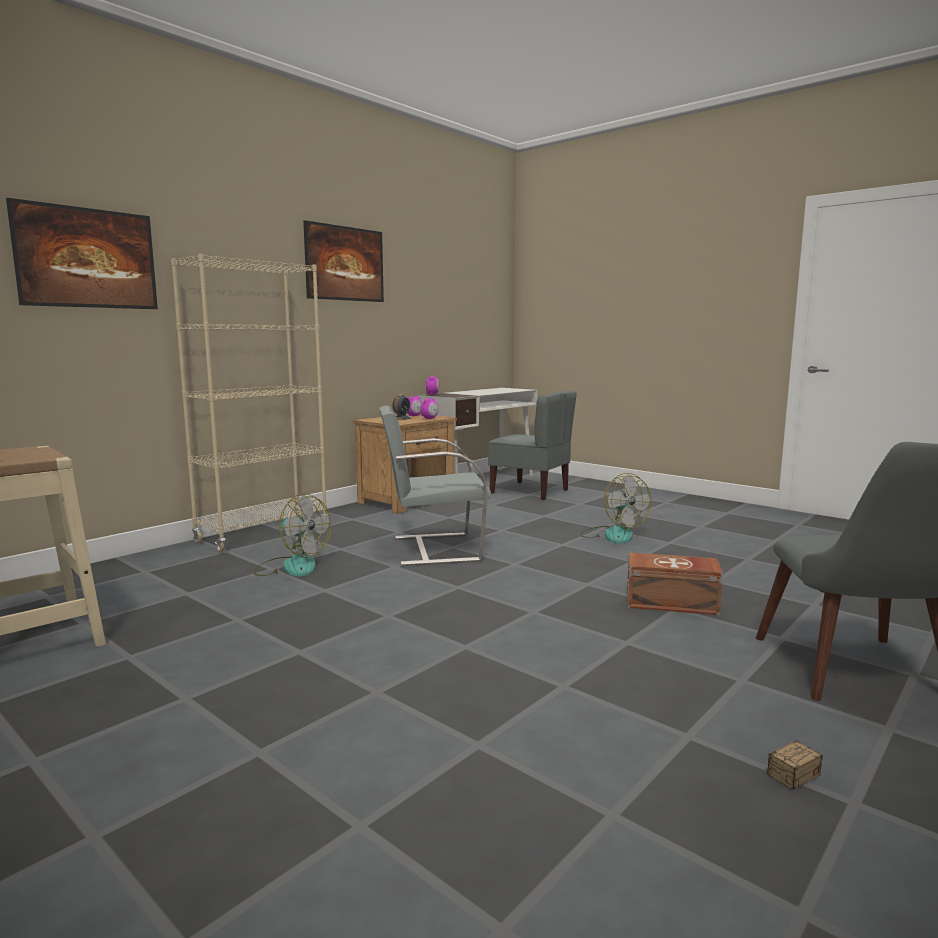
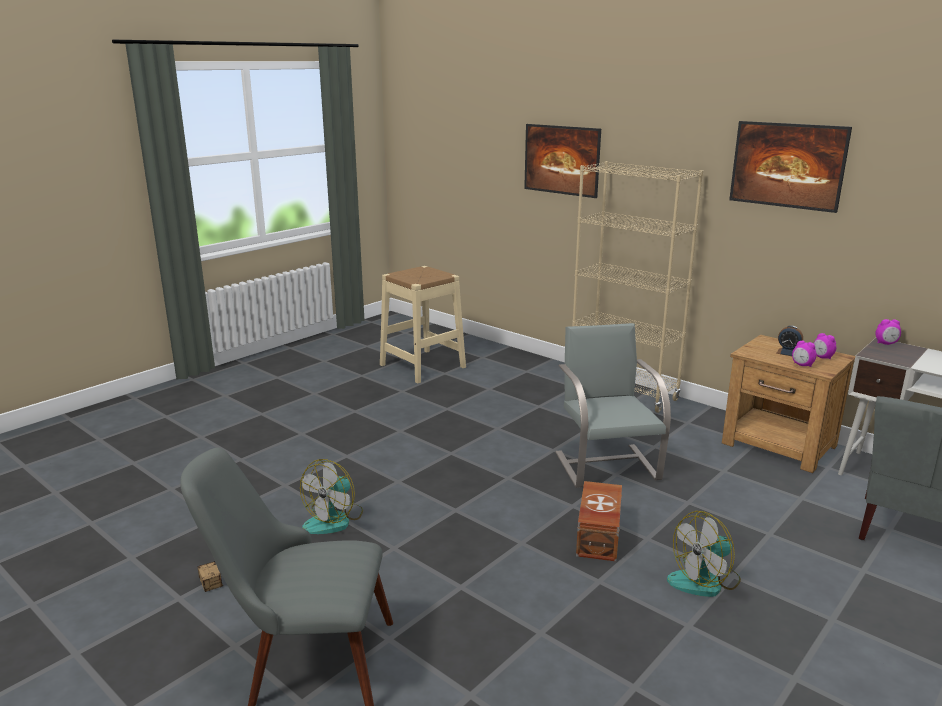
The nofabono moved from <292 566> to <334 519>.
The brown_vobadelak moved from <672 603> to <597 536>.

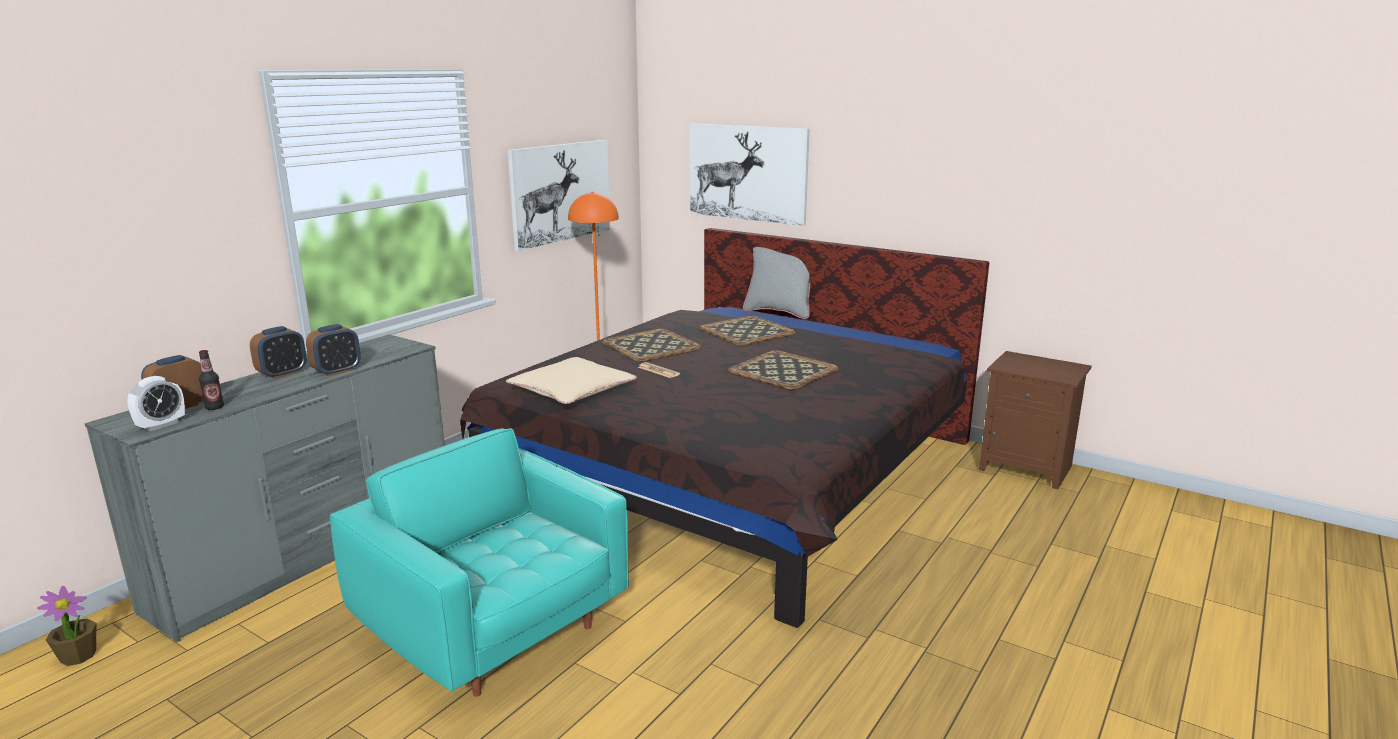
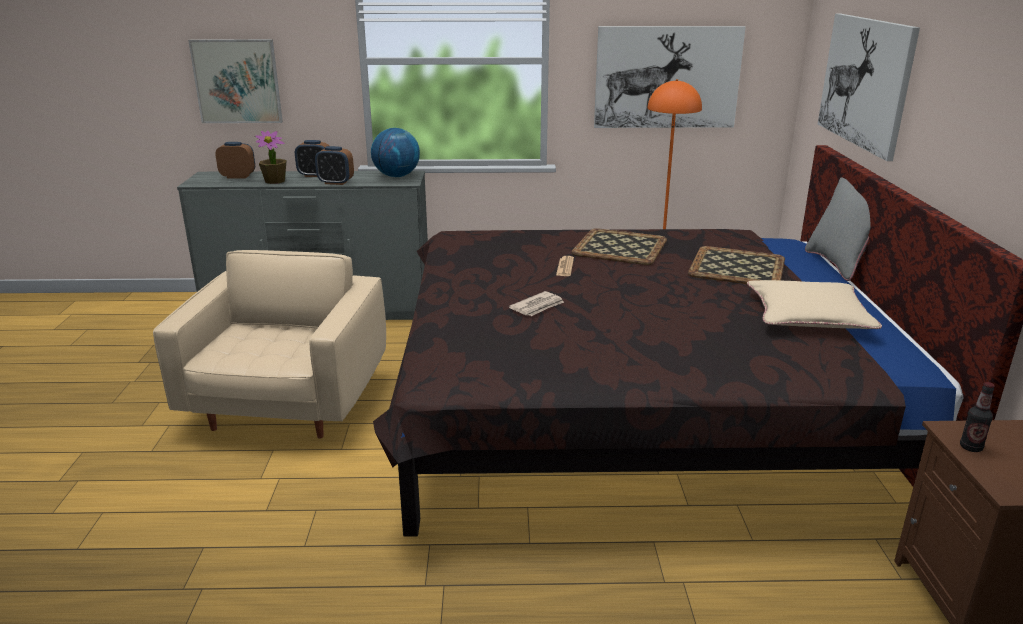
The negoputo moved from <214 407> to <970 447>.
The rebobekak at <782 370> disappeared.
The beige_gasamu moved from <572 390> to <808 315>.
The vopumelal at <161 425> disappeared.
The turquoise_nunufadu at <495 629> became the beige_nunufadu at <288 404>.
The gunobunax moved from <78 656> to <275 181>.
The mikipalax at <237 81> appeared.
The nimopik at <396 176> appeared.
The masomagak at <538 306> appeared.

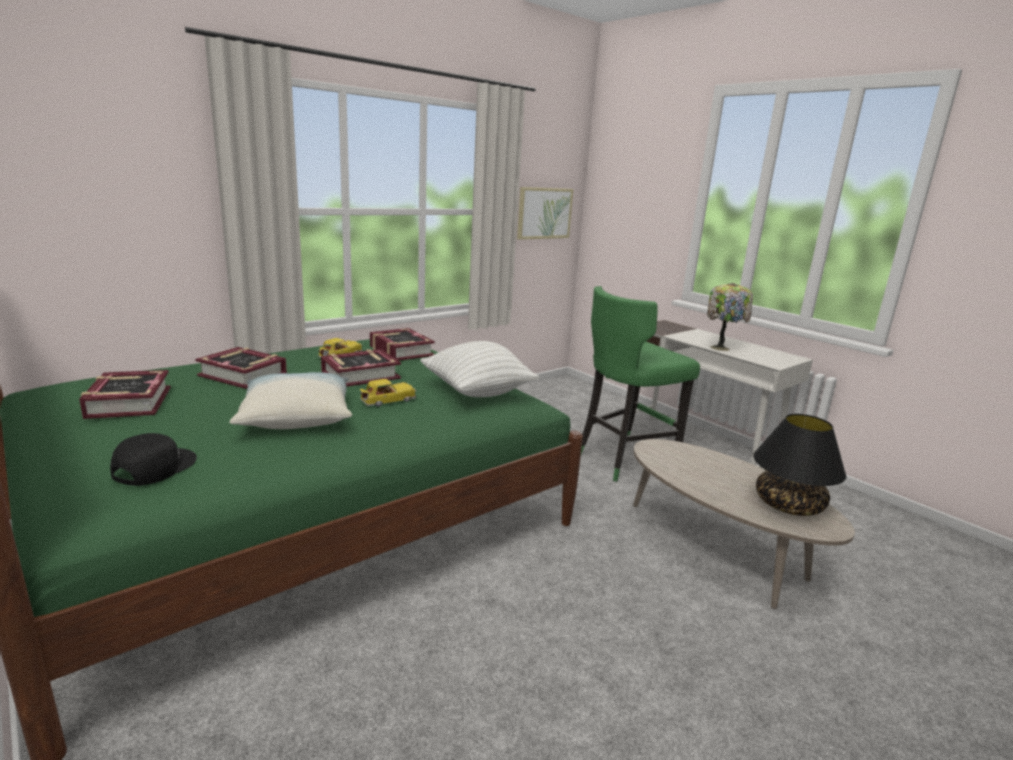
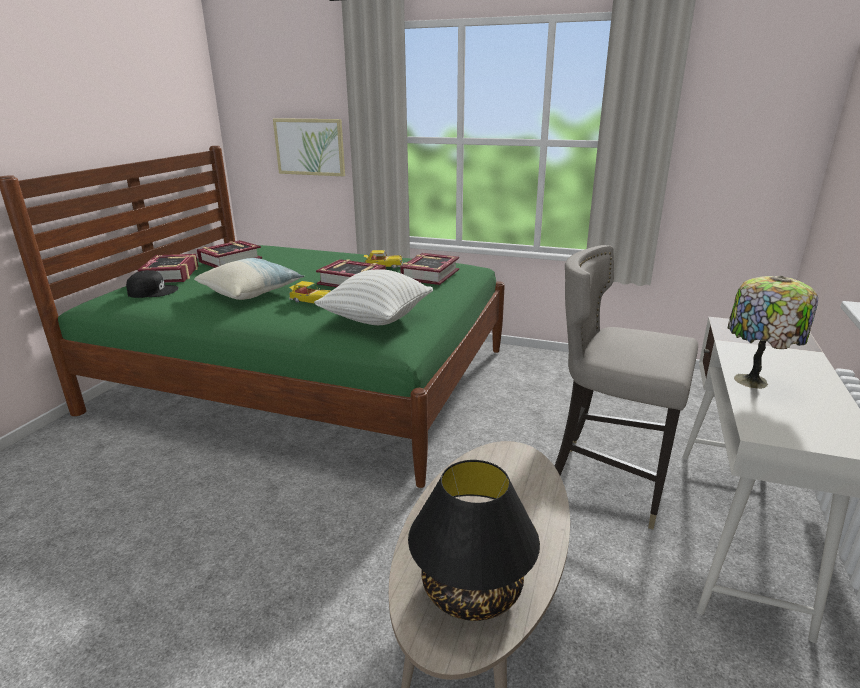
The mikipalax moved from <544 213> to <310 147>.
The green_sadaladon at <623 460> became the grey_sadaladon at <608 482>.
The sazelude moved from <243 375> to <171 274>.

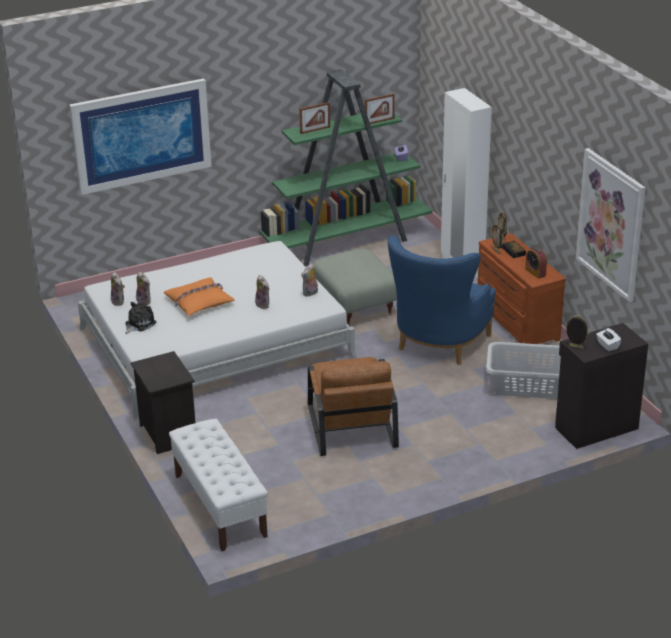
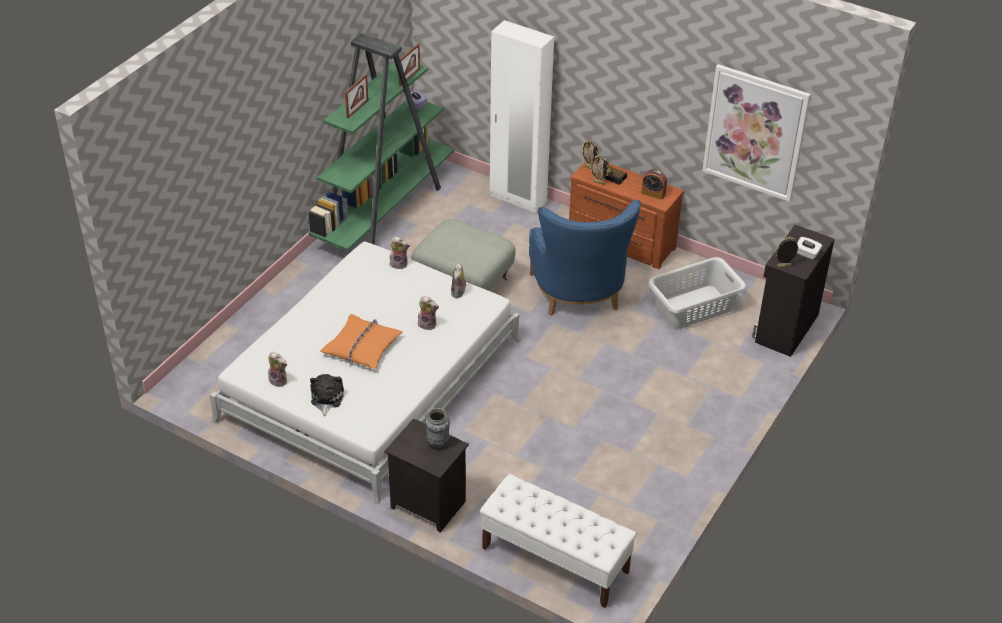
The mikipalax at <141 135> disappeared.
The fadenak moved from <145 301> to <399 264>.
The brown_nunufadu at <351 425> disappeared.
The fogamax at <437 442> appeared.

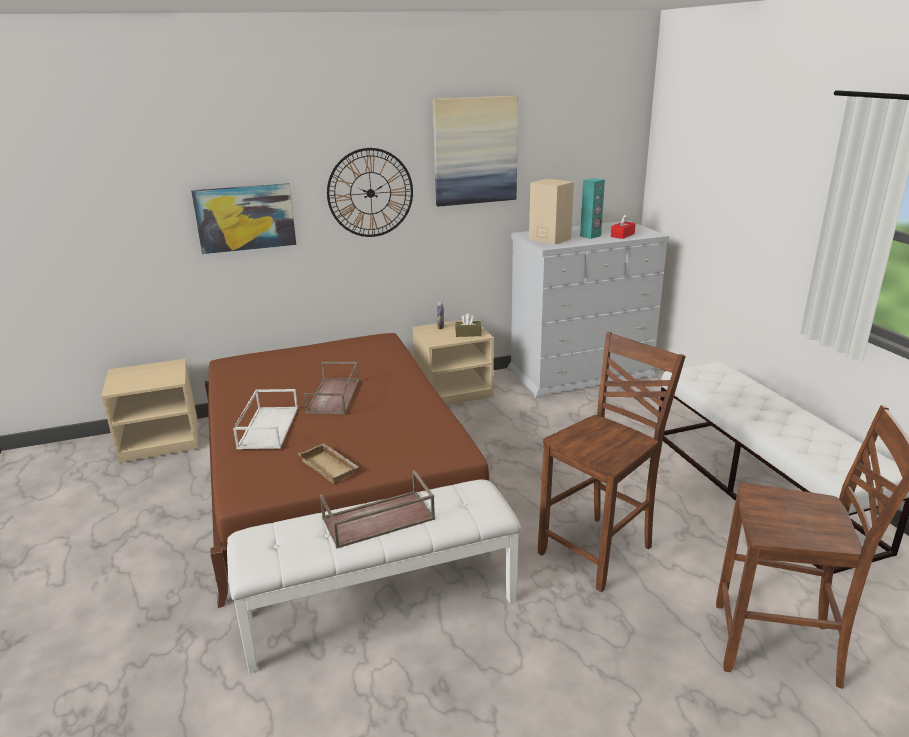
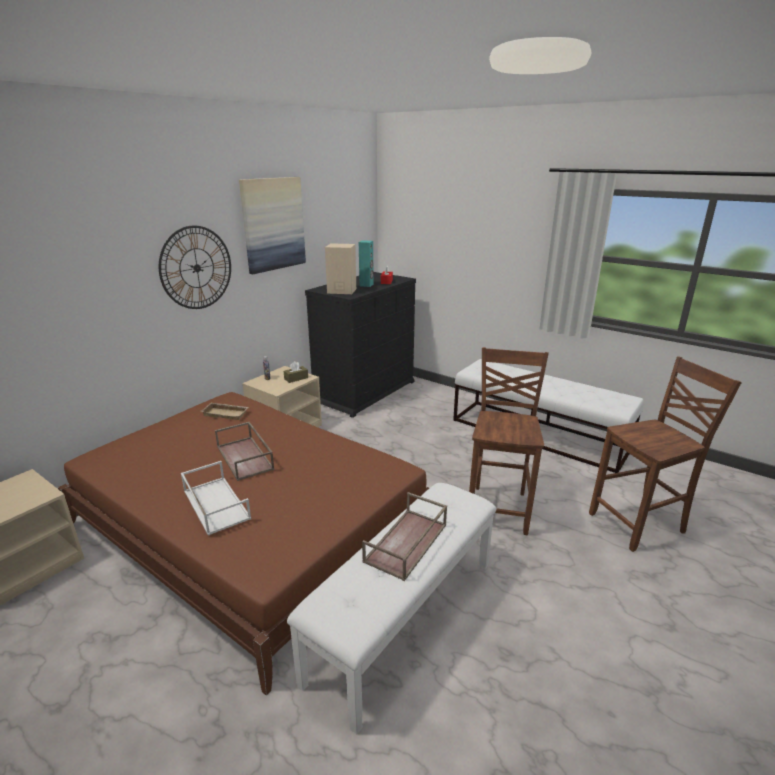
The mikipalax at <245 218> disappeared.
The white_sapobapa at <580 373> became the black_sapobapa at <365 391>.
The beige_rebobekak moved from <330 467> to <226 413>.

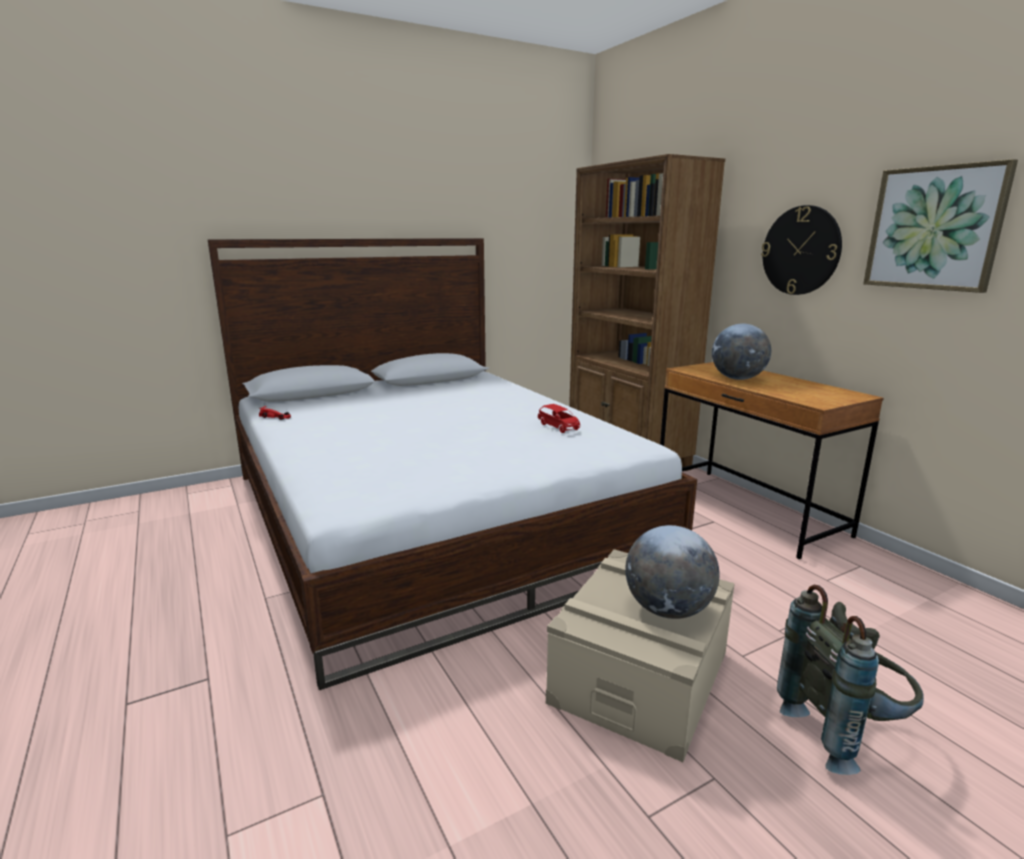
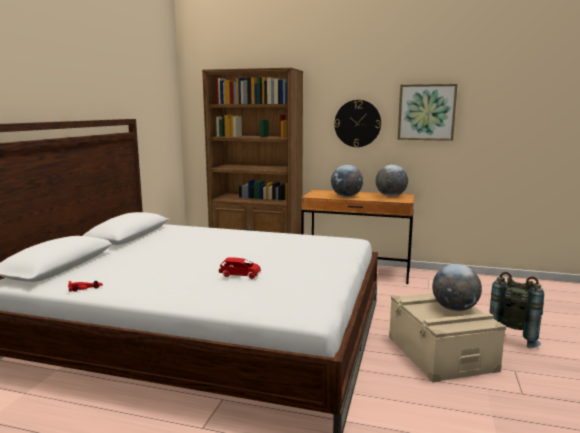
The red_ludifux moved from <559 427> to <240 275>.
The nimopik at <390 196> appeared.

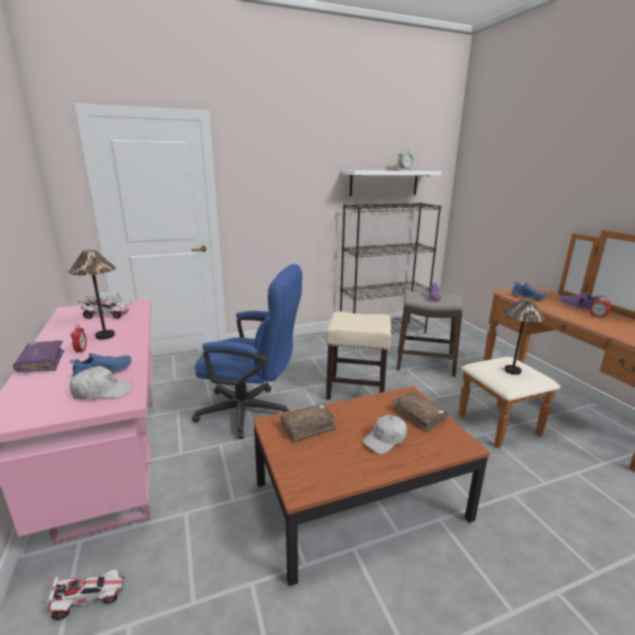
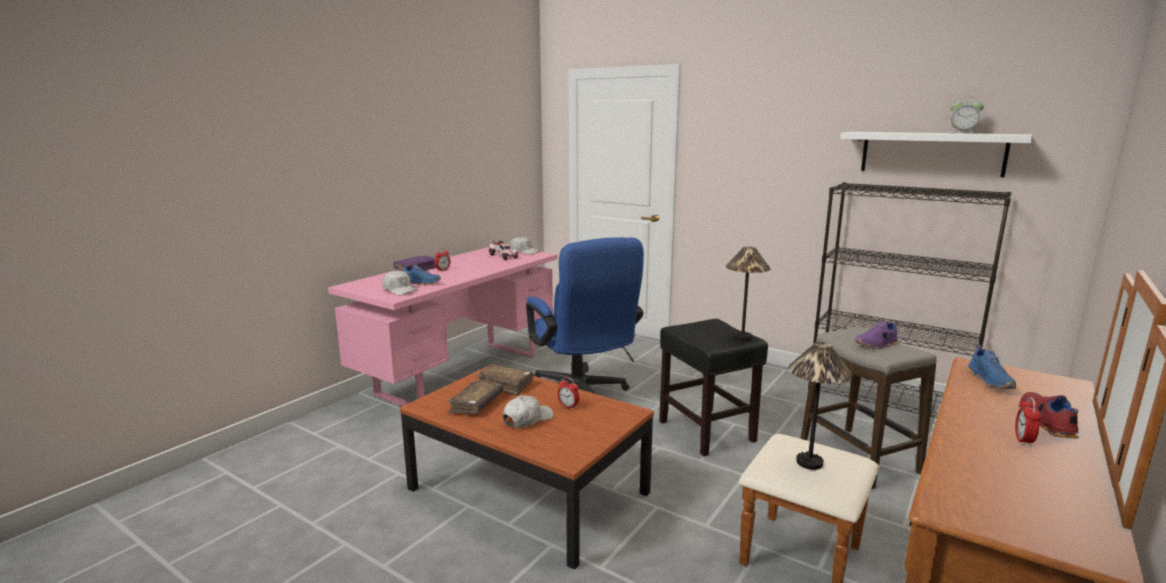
The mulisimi moved from <105 336> to <742 338>.
The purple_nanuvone at <578 307> became the red_nanuvone at <1044 422>.
The beige_sadaladon at <357 390> became the black_sadaladon at <707 431>.
The brown_sazelude moved from <418 416> to <476 404>.
The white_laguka at <385 439> turned 120 degrees clockwise.
The ludifux at <88 598> disappeared.
The vopumelal at <568 406> appeared.

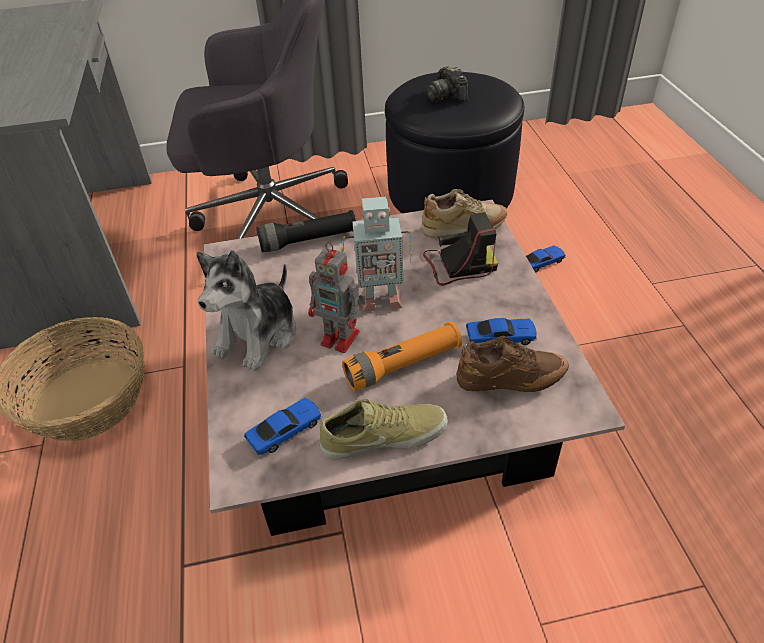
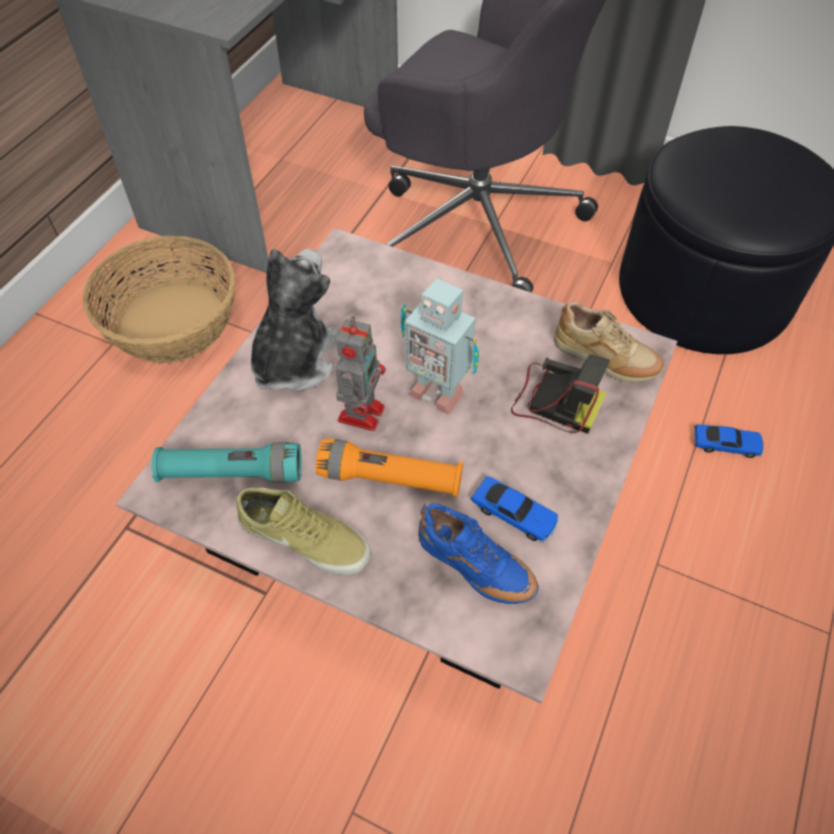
The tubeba at <446 96> disappeared.
The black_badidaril at <308 241> disappeared.
The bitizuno at <342 338> turned 135 degrees counterclockwise.
The fadenak at <258 335> turned 135 degrees clockwise.
The brown_nanuvone at <510 381> became the blue_nanuvone at <474 568>.
The ludifux at <285 431> was replaced by the turquoise_badidaril at <231 473>.

